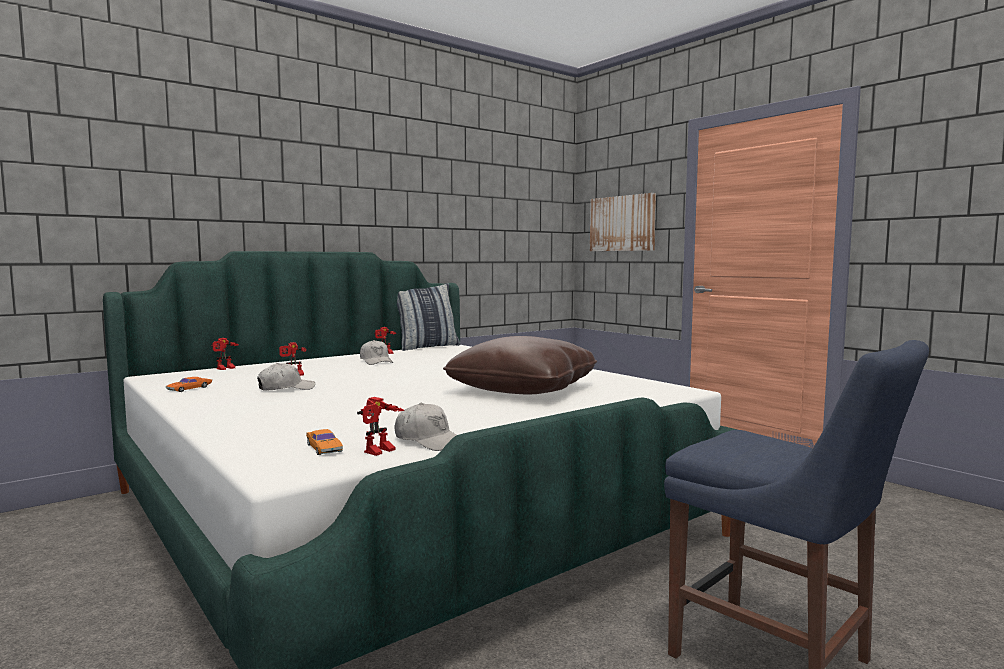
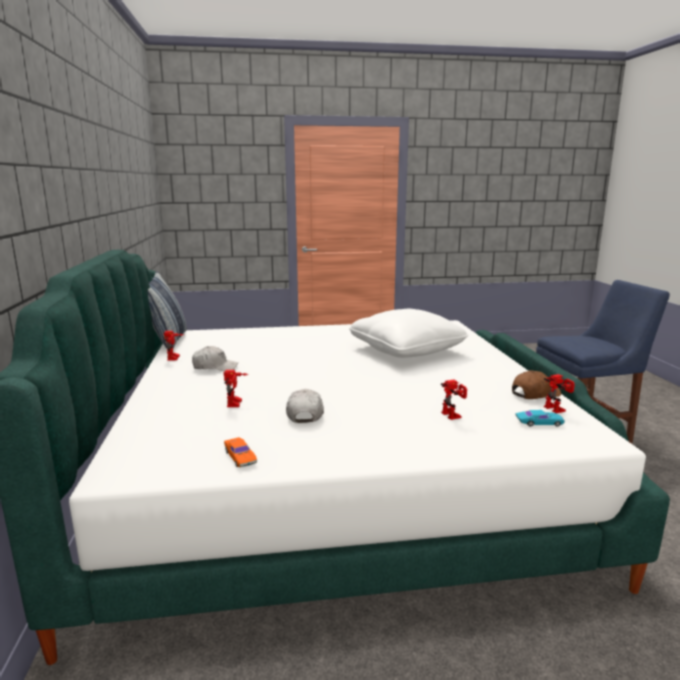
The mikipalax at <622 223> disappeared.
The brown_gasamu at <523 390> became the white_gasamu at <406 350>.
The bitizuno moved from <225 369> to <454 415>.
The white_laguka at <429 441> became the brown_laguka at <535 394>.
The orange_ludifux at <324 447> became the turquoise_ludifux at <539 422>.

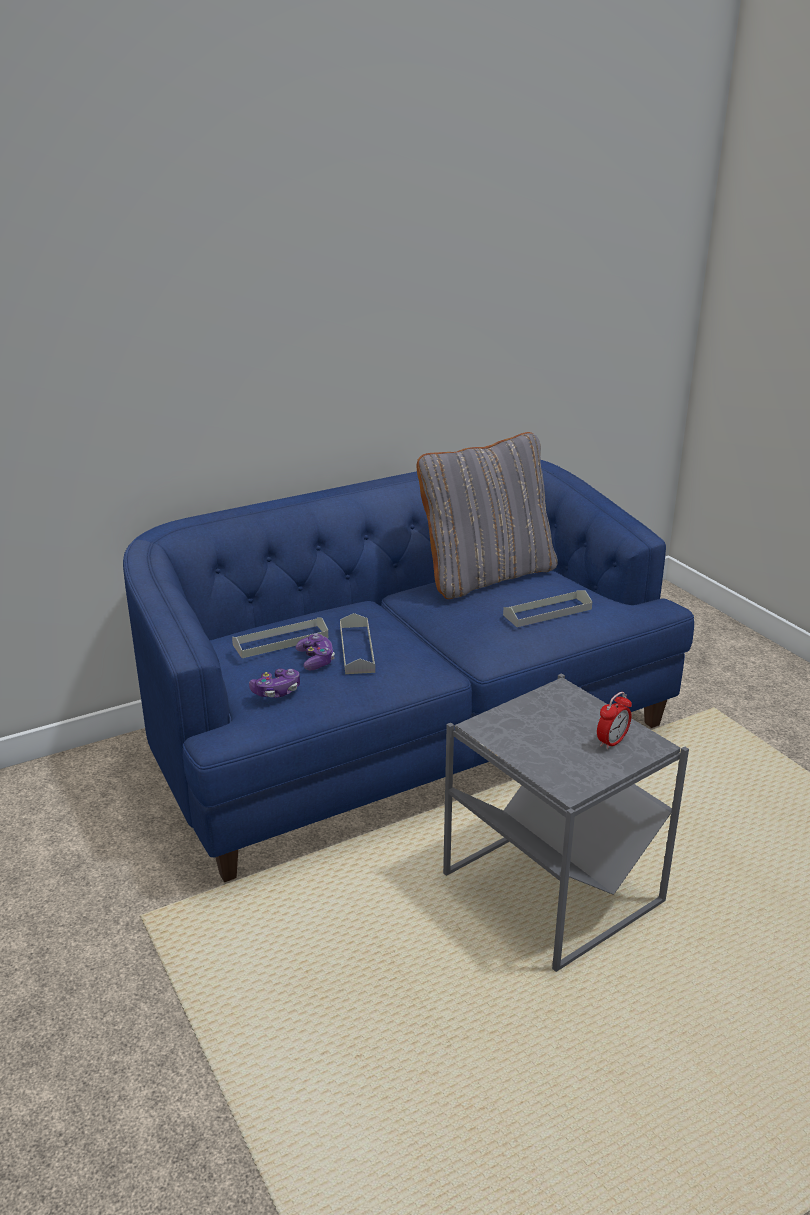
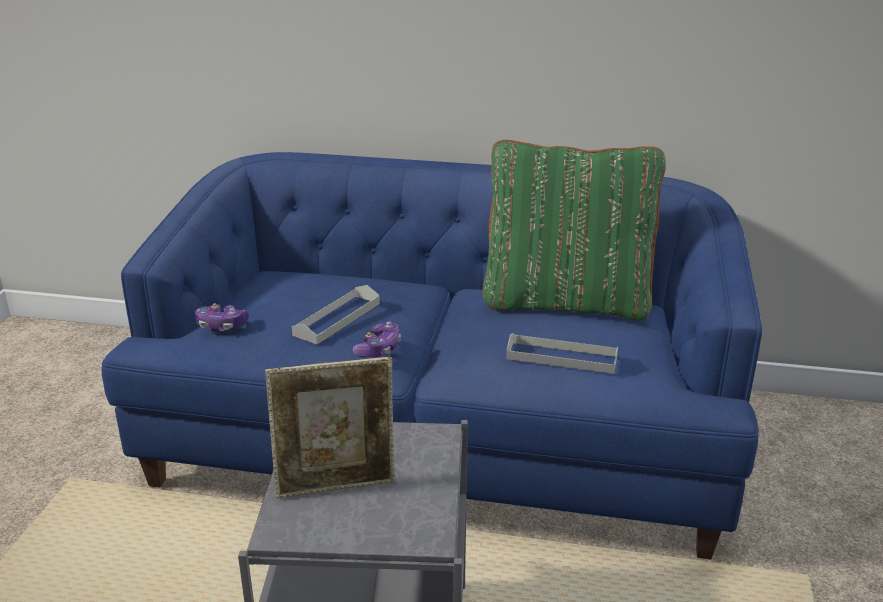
The grey_gasamu at <487 575> became the green_gasamu at <566 301>.
The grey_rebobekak at <280 641> disappeared.
The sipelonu moved from <316 660> to <379 349>.
The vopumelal at <612 742> disappeared.
The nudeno at <336 485> appeared.

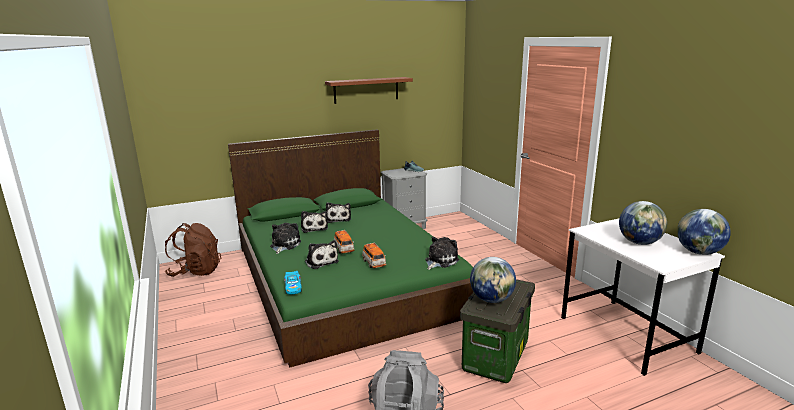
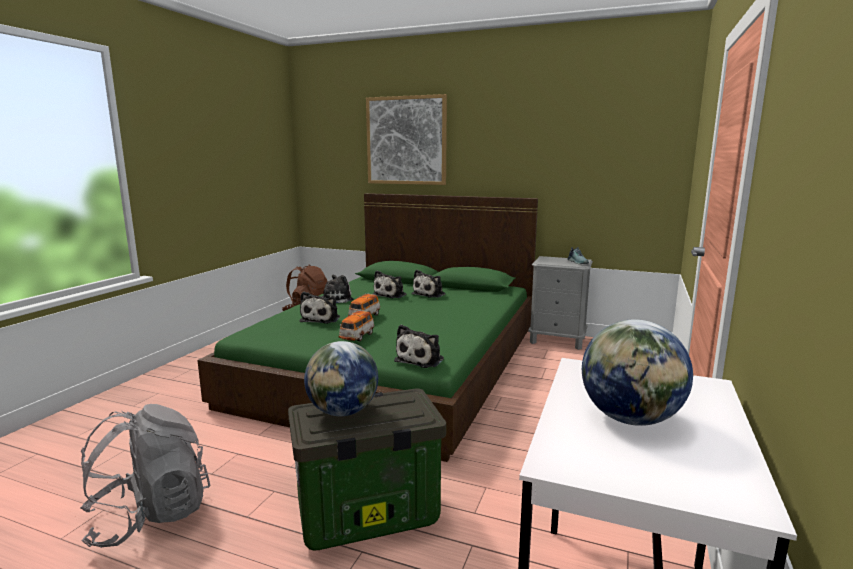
The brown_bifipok at <366 90> disappeared.
The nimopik at <698 252> disappeared.
The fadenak at <440 261> turned 120 degrees clockwise.
The ludifux at <293 287> disappeared.
The mikipalax at <406 140> appeared.

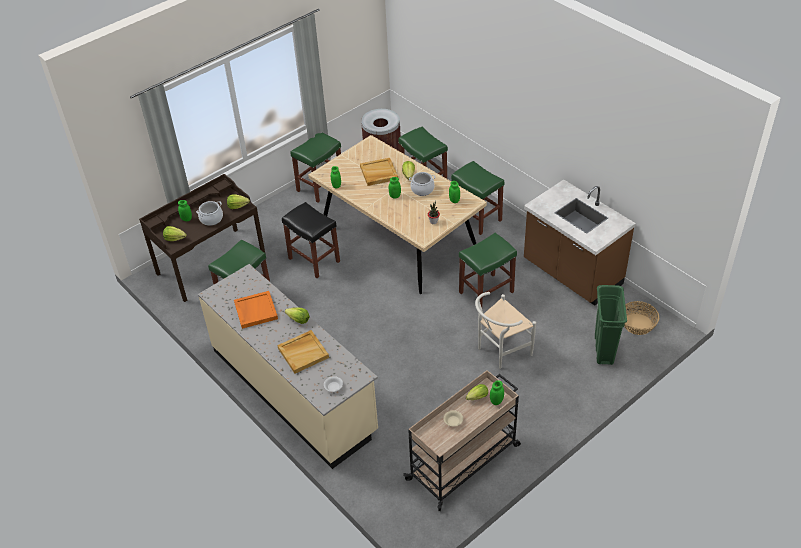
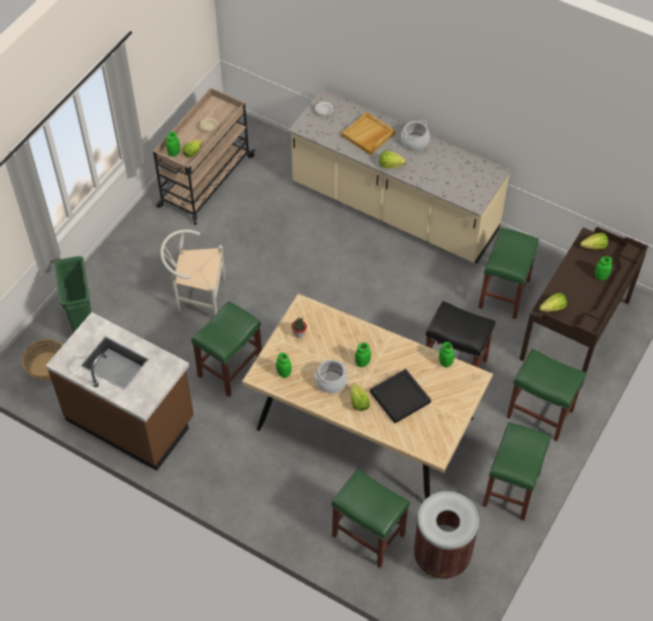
The beige_rebobekak at <378 173> became the black_rebobekak at <400 396>.
The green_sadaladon moved from <477 218> to <539 413>.
The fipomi moved from <211 219> to <414 141>.
The orange_rebobekak at <255 311> disappeared.
The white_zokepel at <500 351> turned 120 degrees counterclockwise.

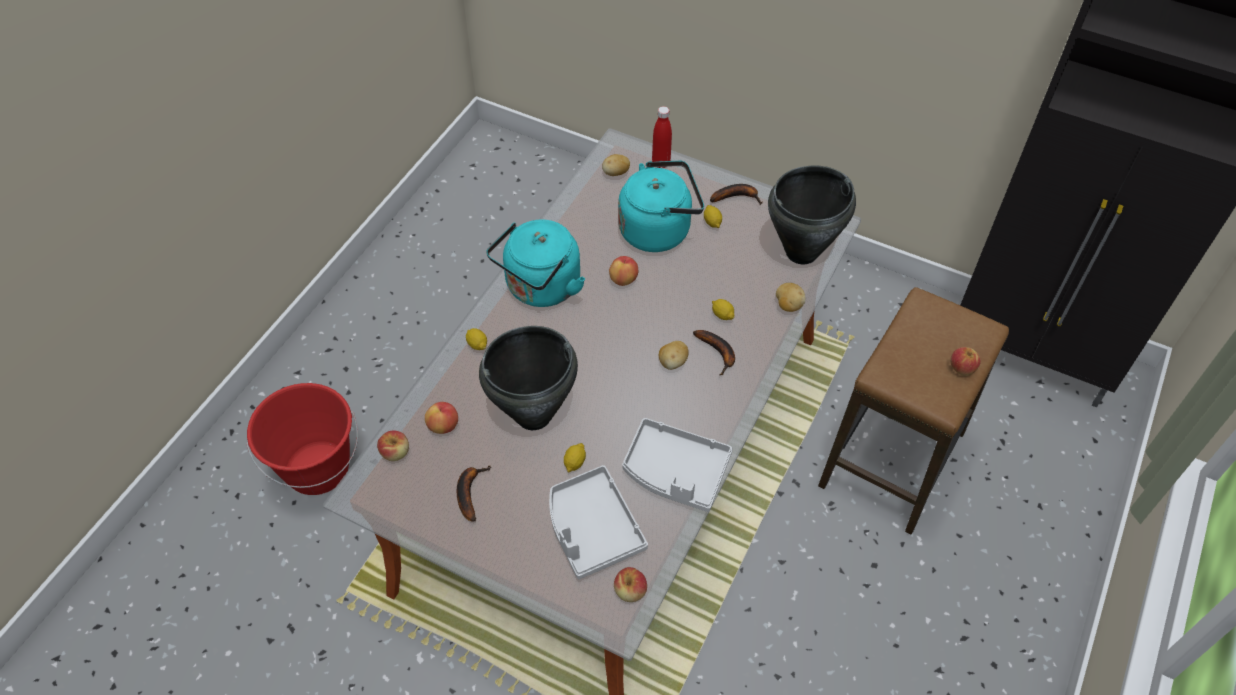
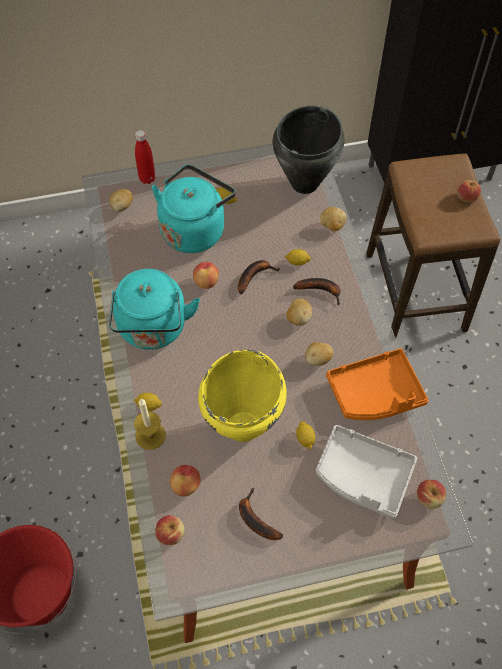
The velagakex moved from <737 197> to <254 276>.
The black_fipomi at <534 415> became the yellow_fipomi at <244 427>.
The grey_rebobekak at <675 472> became the orange_rebobekak at <375 393>.
The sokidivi at <317 359> appeared.
The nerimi at <150 435> appeared.

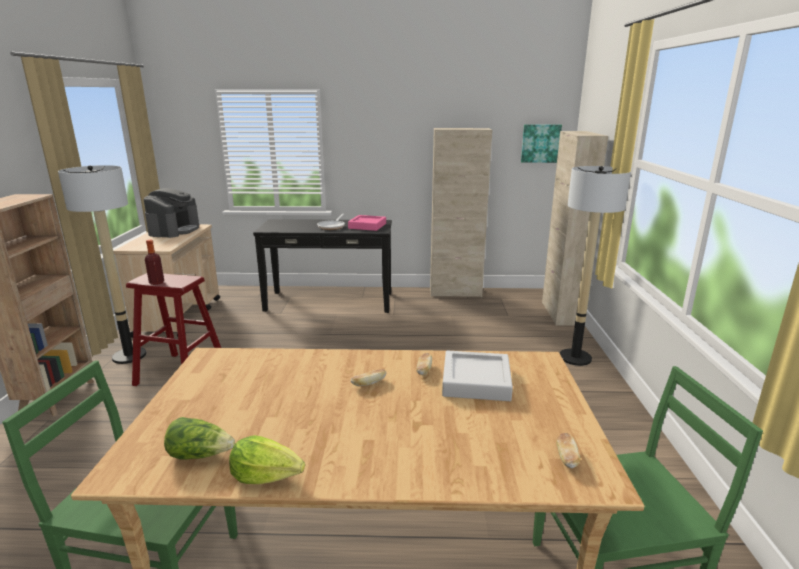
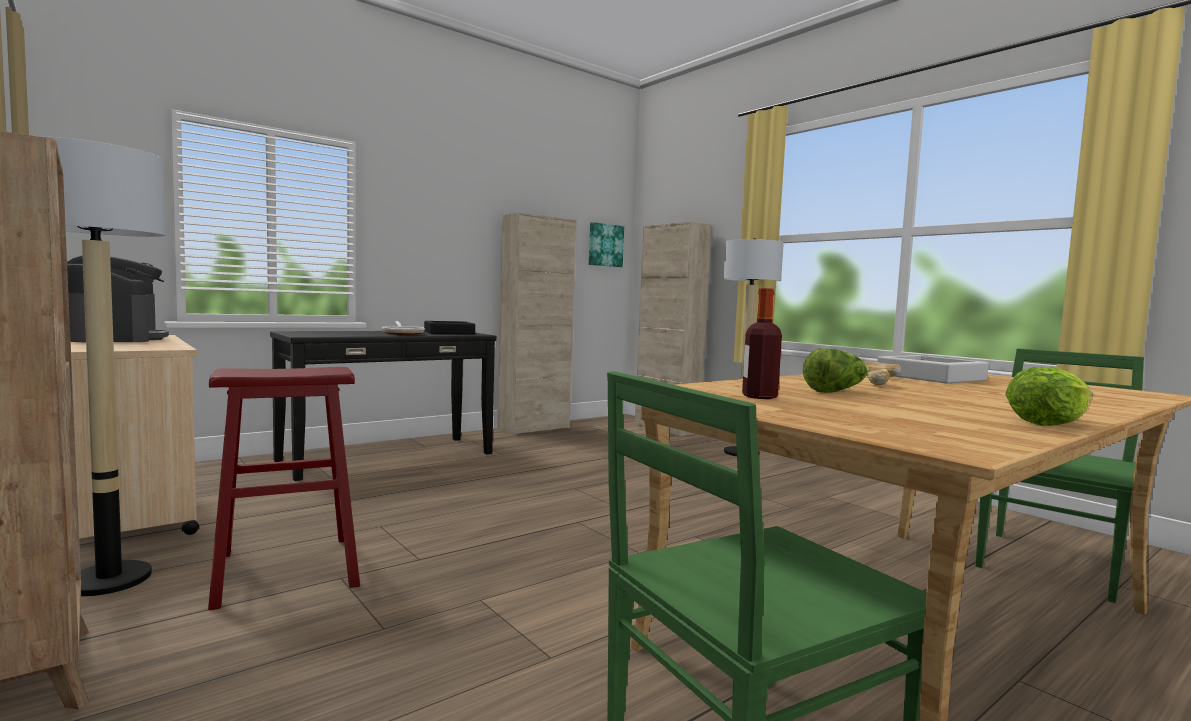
The pink_rebobekak at <367 226> became the black_rebobekak at <449 332>.
The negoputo moved from <156 282> to <759 397>.
The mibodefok moved from <200 454> to <835 391>.
The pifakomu at <566 458> disappeared.

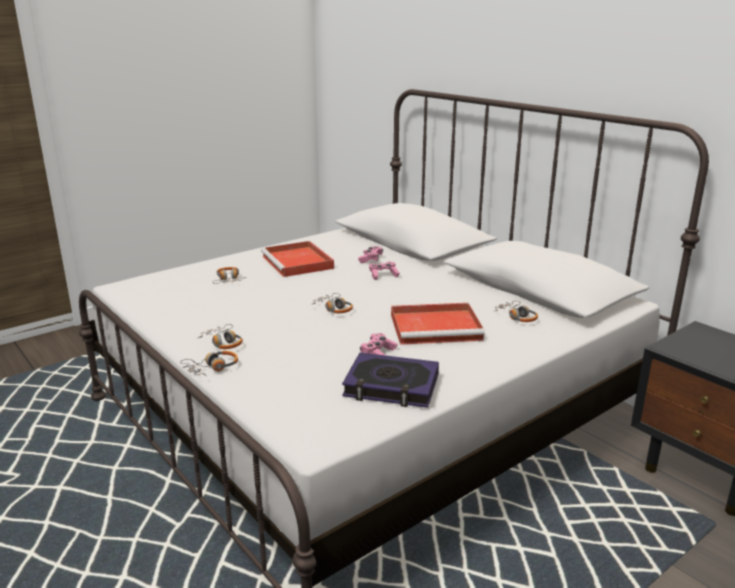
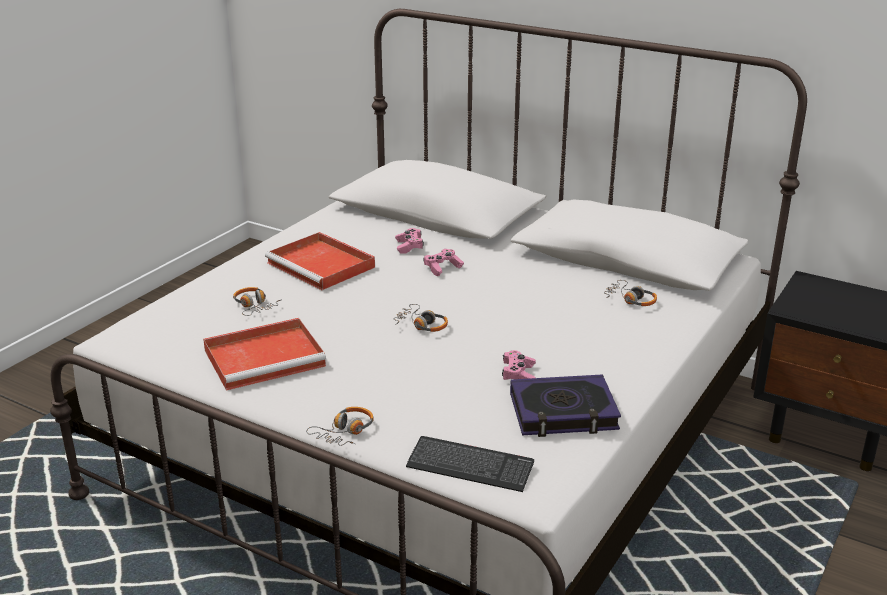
The red_rebobekak moved from <437 327> to <266 357>.
The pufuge at <223 342> disappeared.
The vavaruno at <470 466> appeared.

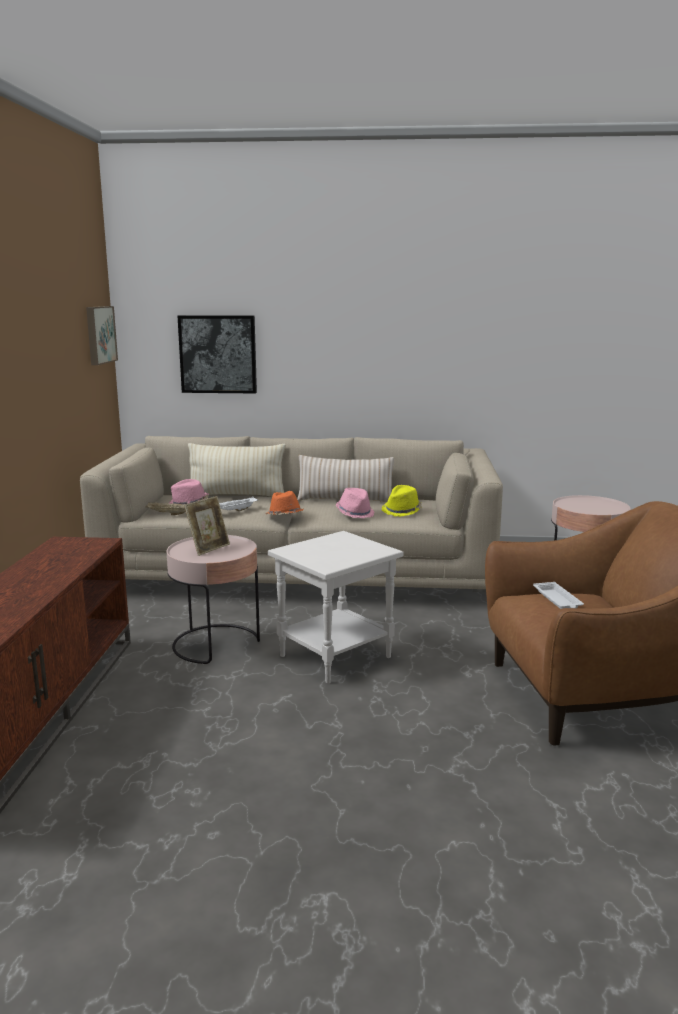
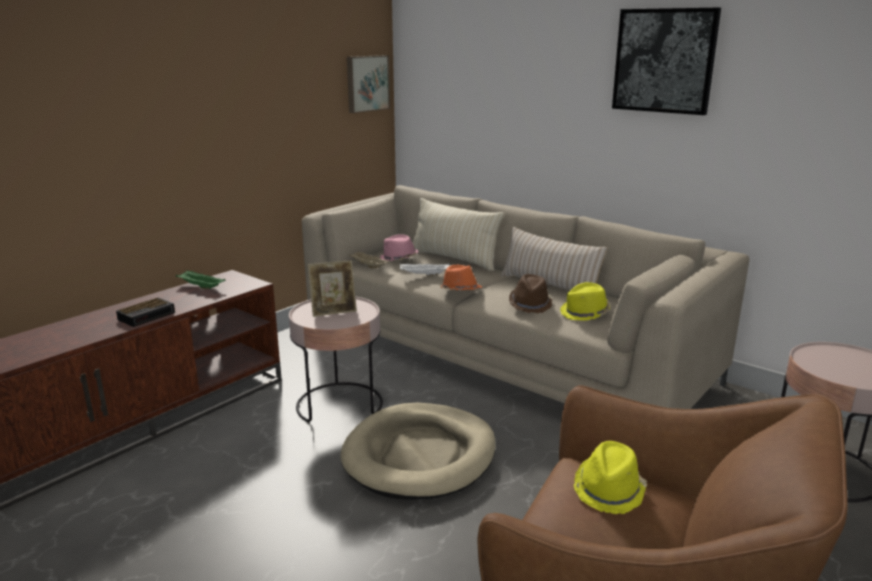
The mikipalax moved from <218 354> to <664 61>.
The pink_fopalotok at <355 513> became the brown_fopalotok at <530 304>.
The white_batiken at <335 656> was replaced by the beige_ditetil at <420 455>.
The white_rebobekak at <558 600> was replaced by the yellow_fopalotok at <609 490>.
The green_rebobekak at <200 287> appeared.
The vopumelal at <147 315> appeared.

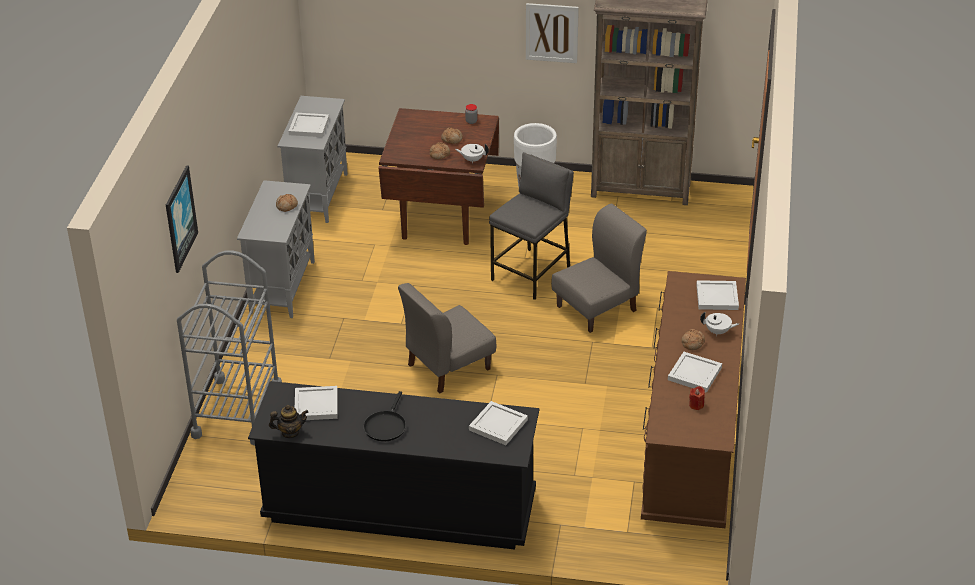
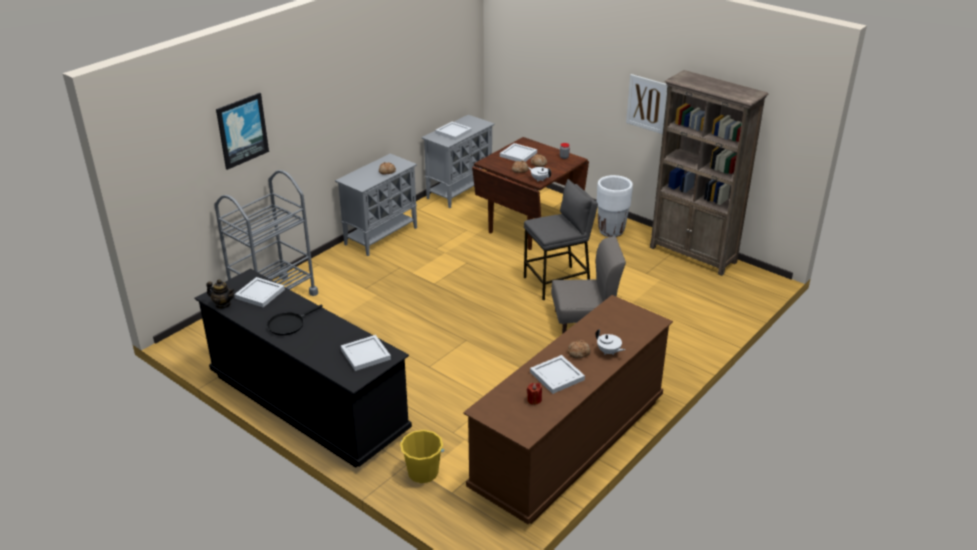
The white_rebobekak moved from <716 296> to <518 154>.
The grey_zokepel at <448 367> disappeared.
The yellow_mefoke at <423 472> appeared.

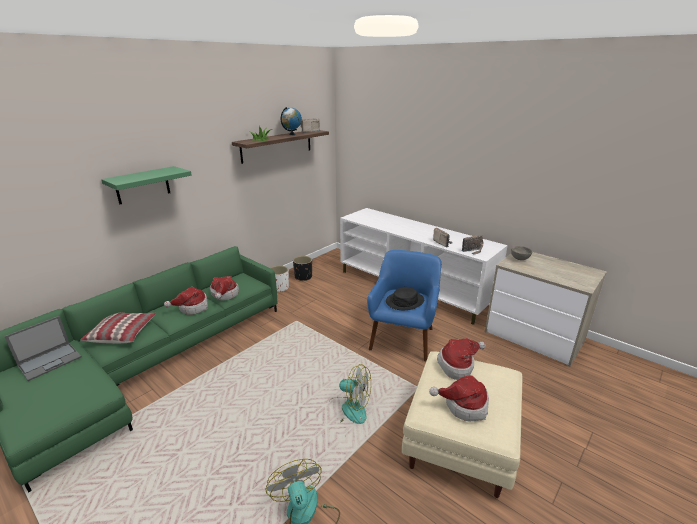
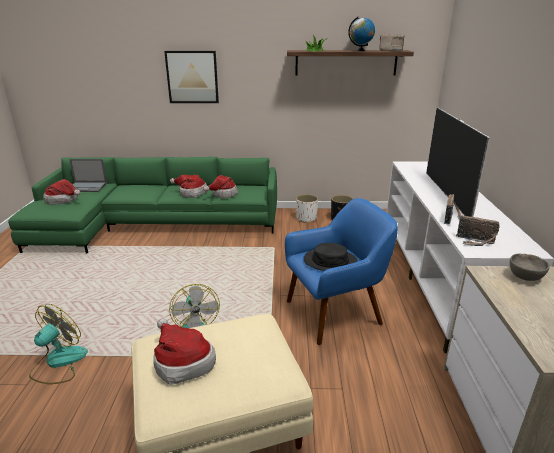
The green_bifipok at <142 185> was replaced by the mikipalax at <192 77>.
The gasamu at <122 333> disappeared.
The fopalotok moved from <458 365> to <64 200>.
The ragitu at <446 194> appeared.

